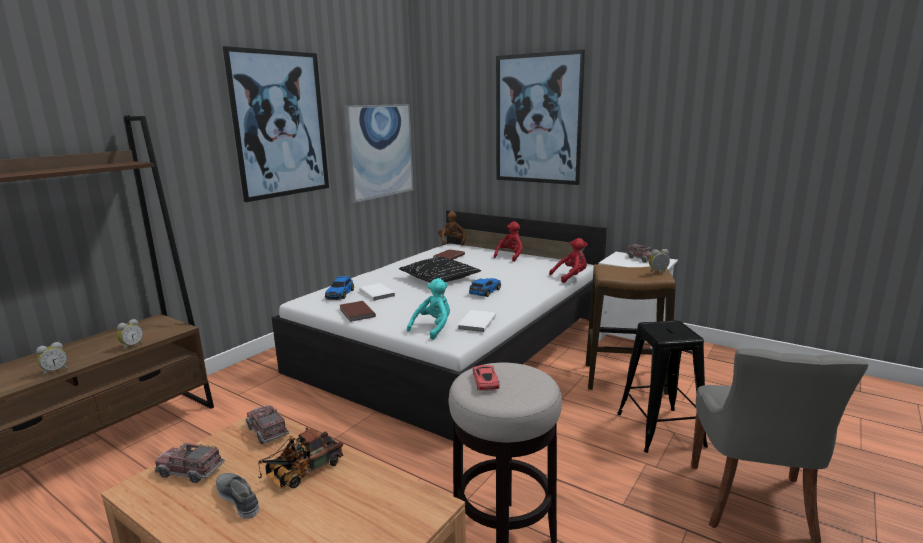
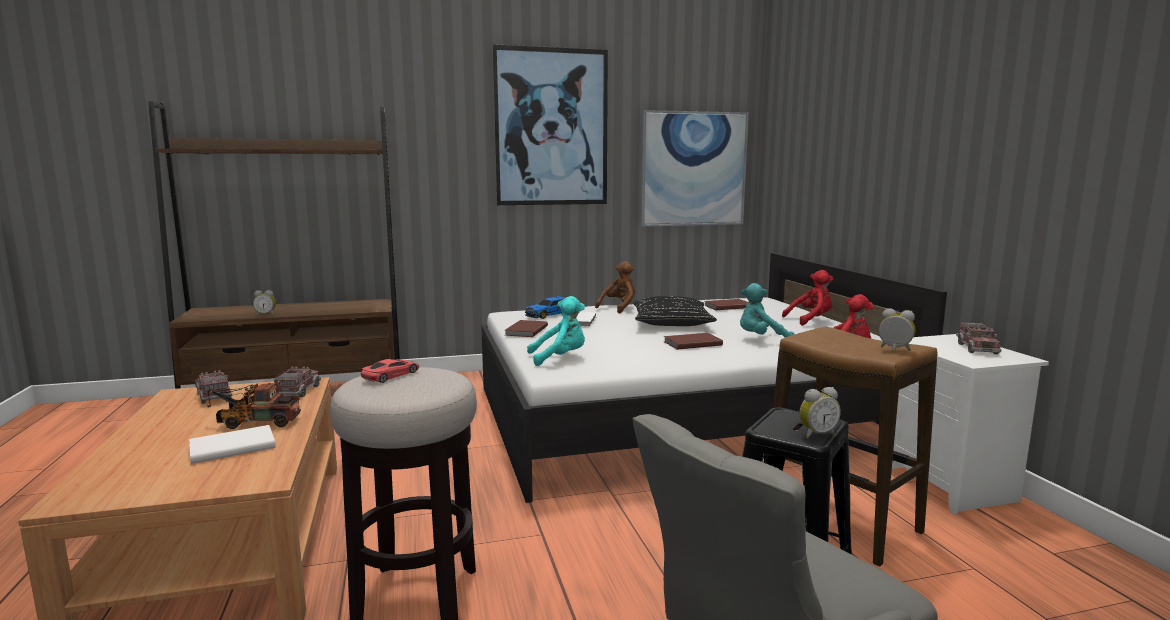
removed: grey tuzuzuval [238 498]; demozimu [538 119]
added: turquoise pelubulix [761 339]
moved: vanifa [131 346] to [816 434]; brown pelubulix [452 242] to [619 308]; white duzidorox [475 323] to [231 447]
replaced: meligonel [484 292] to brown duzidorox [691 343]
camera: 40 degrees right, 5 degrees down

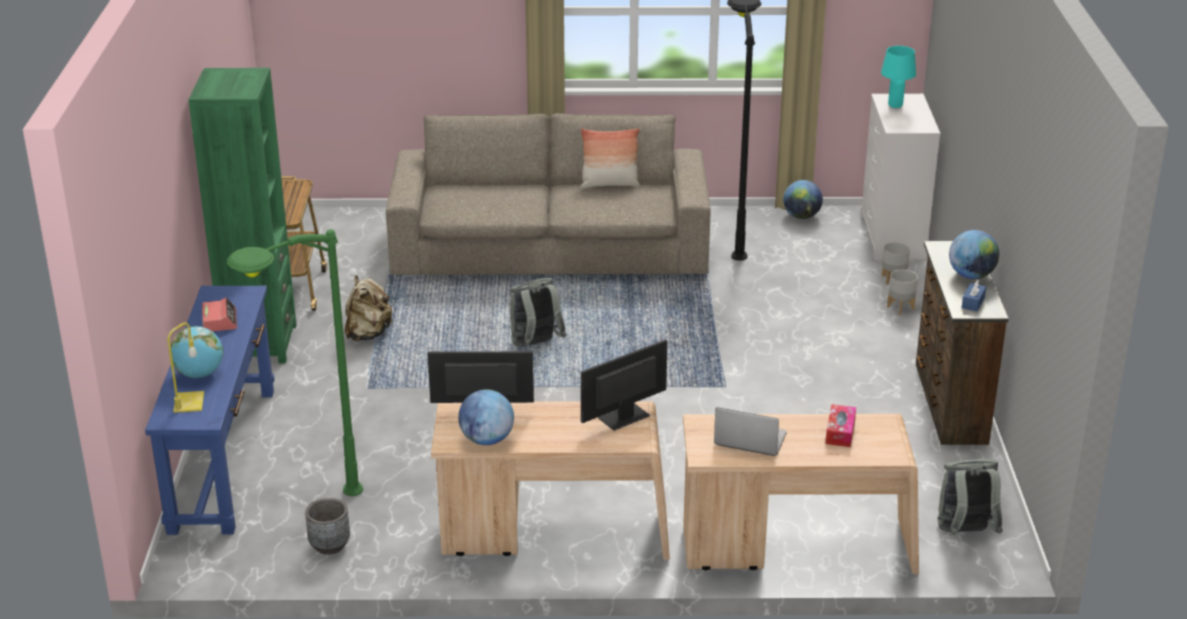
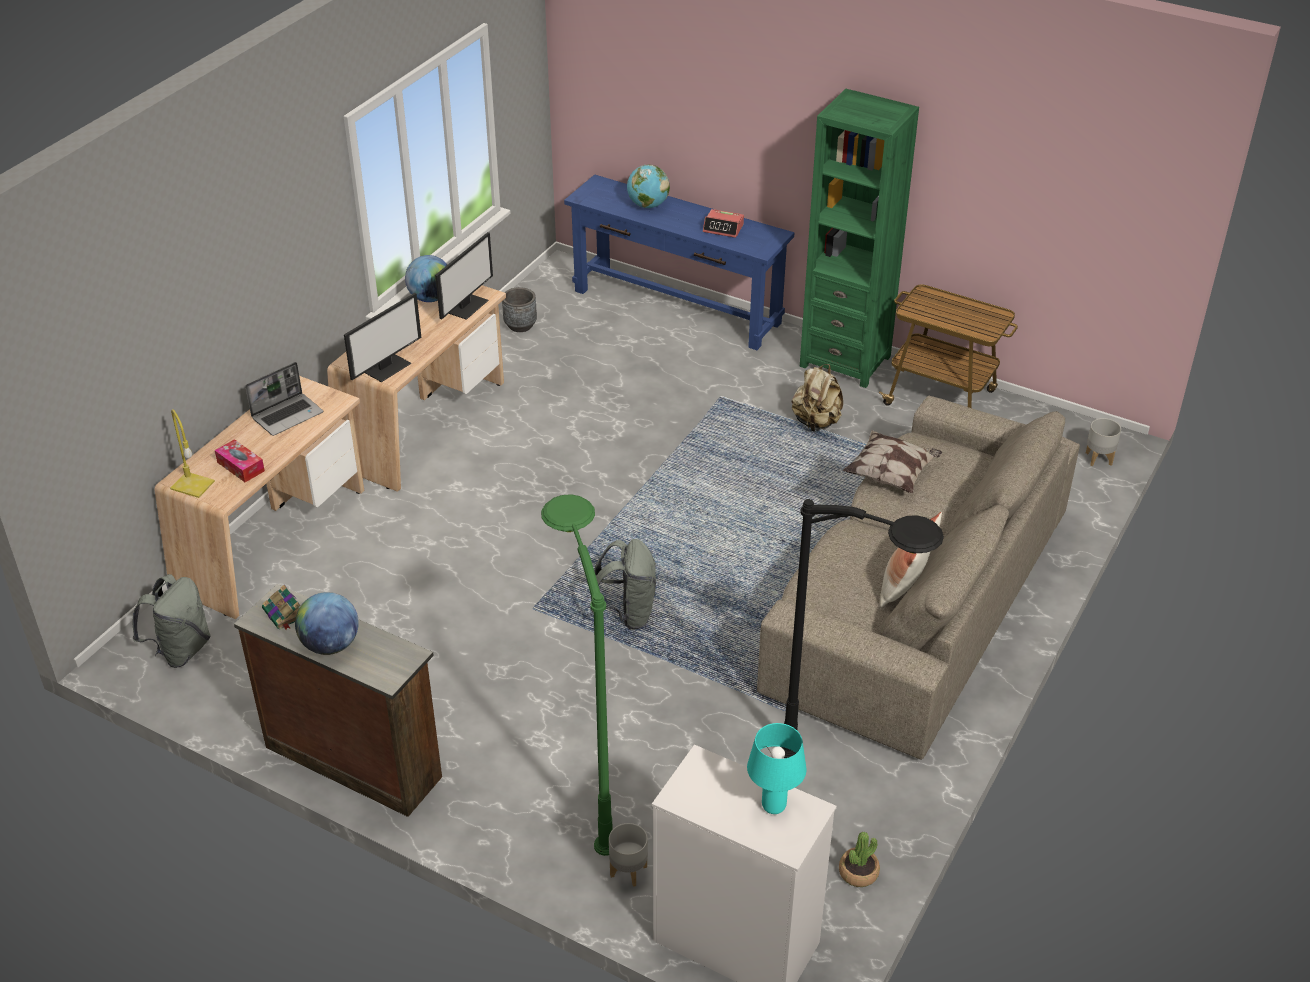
added: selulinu [891 474]
moved: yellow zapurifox [189 403] to [191 485]; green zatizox [302 518] to [587 789]; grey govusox [535 345] to [627 614]; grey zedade [901 308] to [1098 459]
replaced: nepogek [801 216] to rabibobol [858 873]; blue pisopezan [973 303] to duzidorox [284 614]
turned: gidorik [624 417] = [387 367] 45 degrees clockwise
camera: 120 degrees right, 10 degrees up

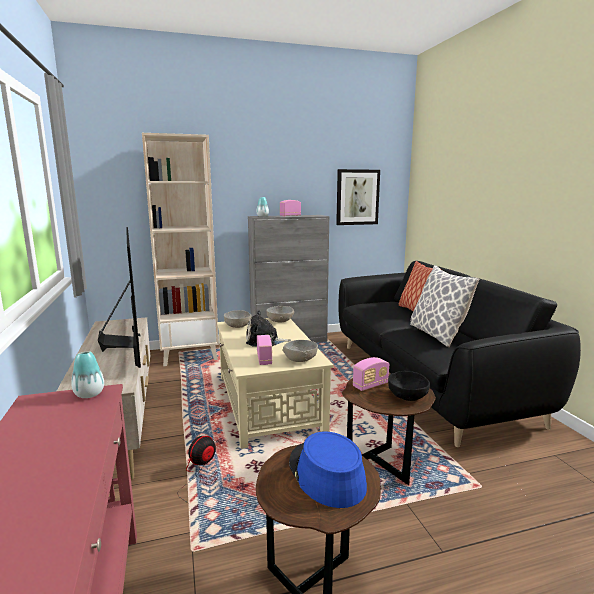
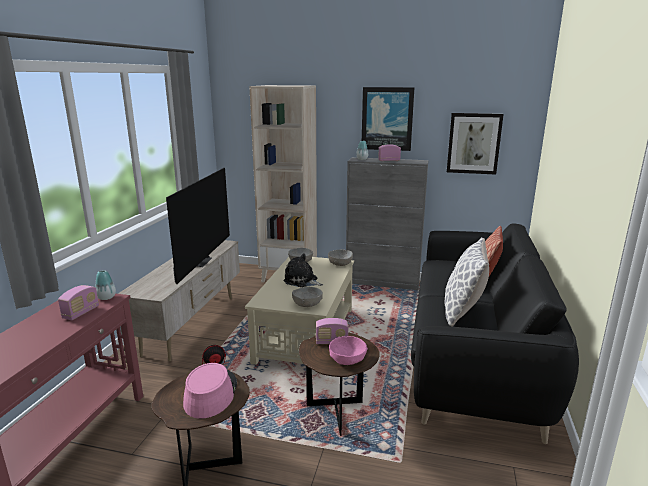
added: demozimu [387 119]
moved: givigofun [264 359] to [81 313]
recoloured: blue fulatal [326 474] to pink fulatal [210 394]; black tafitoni [408 396] to pink tafitoni [347 360]
camera: 30 degrees right, 5 degrees up

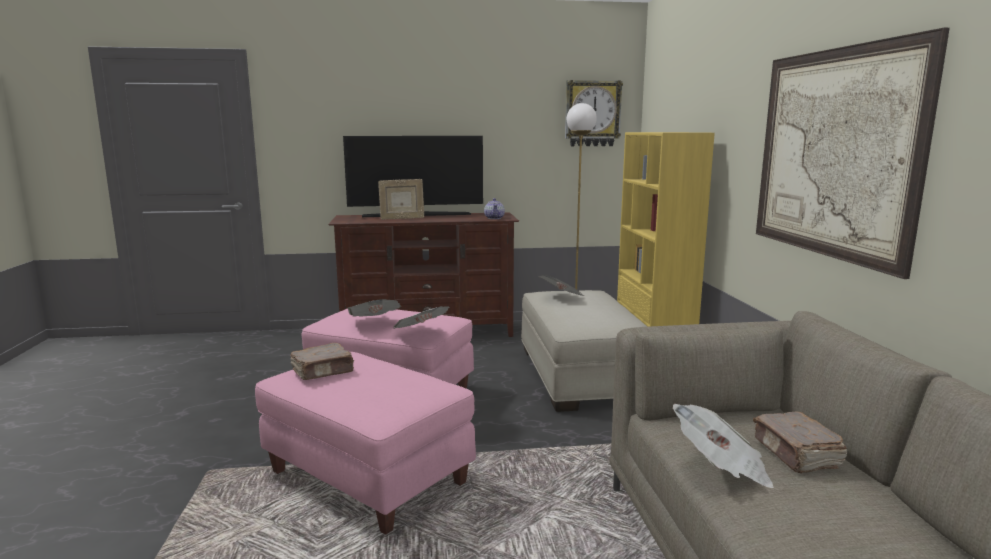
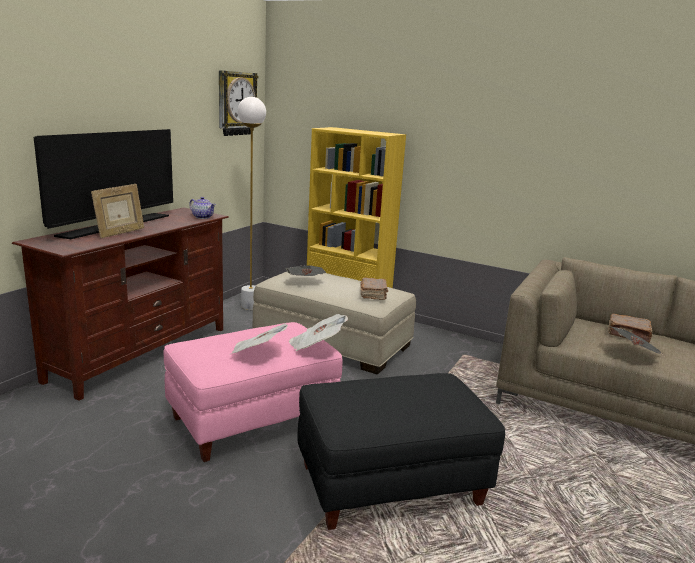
removed: demozimu [833 153]
moved: brown duzidorox [323 372] to [373 295]
recoloured: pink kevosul [369 477] to black kevosul [389 483]
camera: 55 degrees left, 5 degrees up

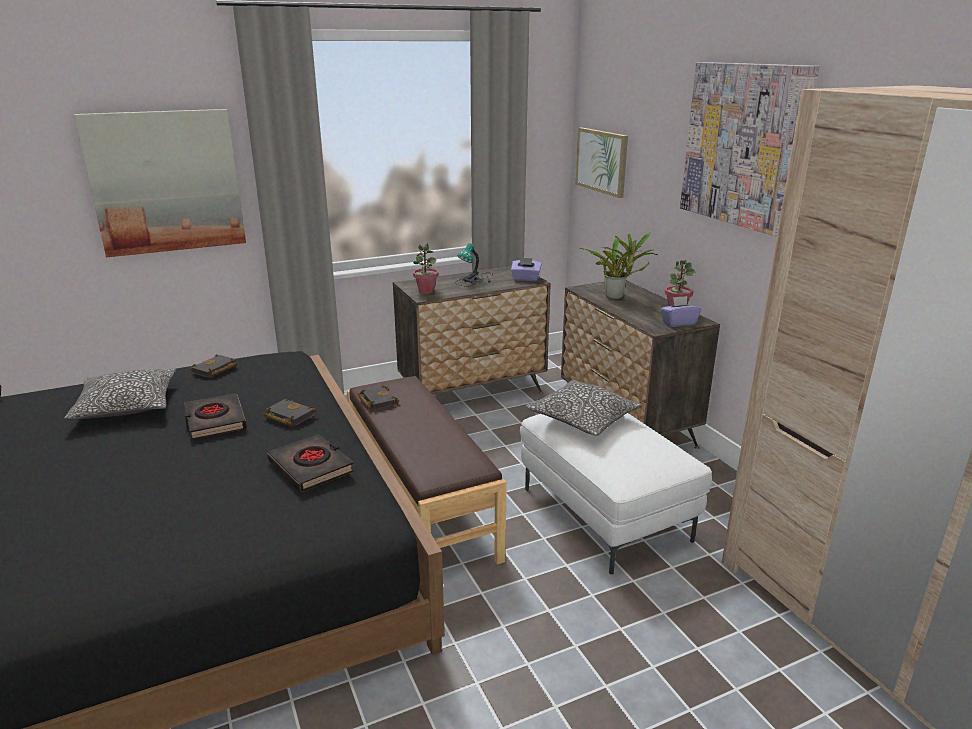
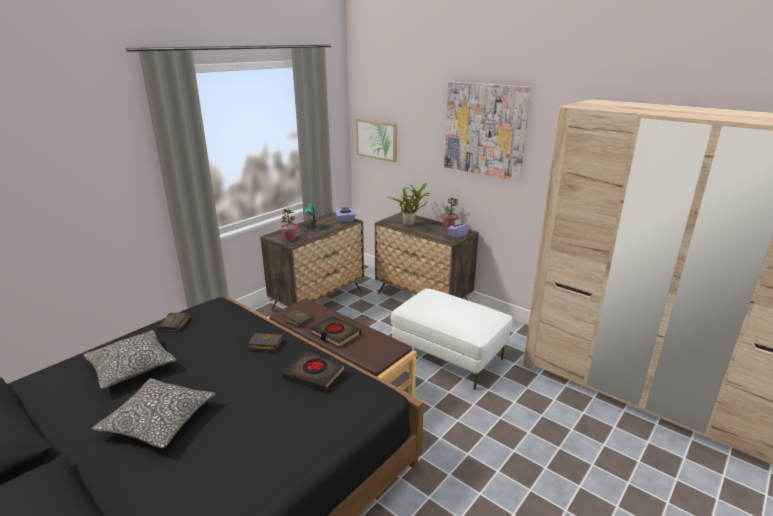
removed: demozimu [166 182]
moved: black duzidorox [215 421] to [335 334]; selulinu [583 418] to [159 421]
camera: 25 degrees left, 0 degrees up

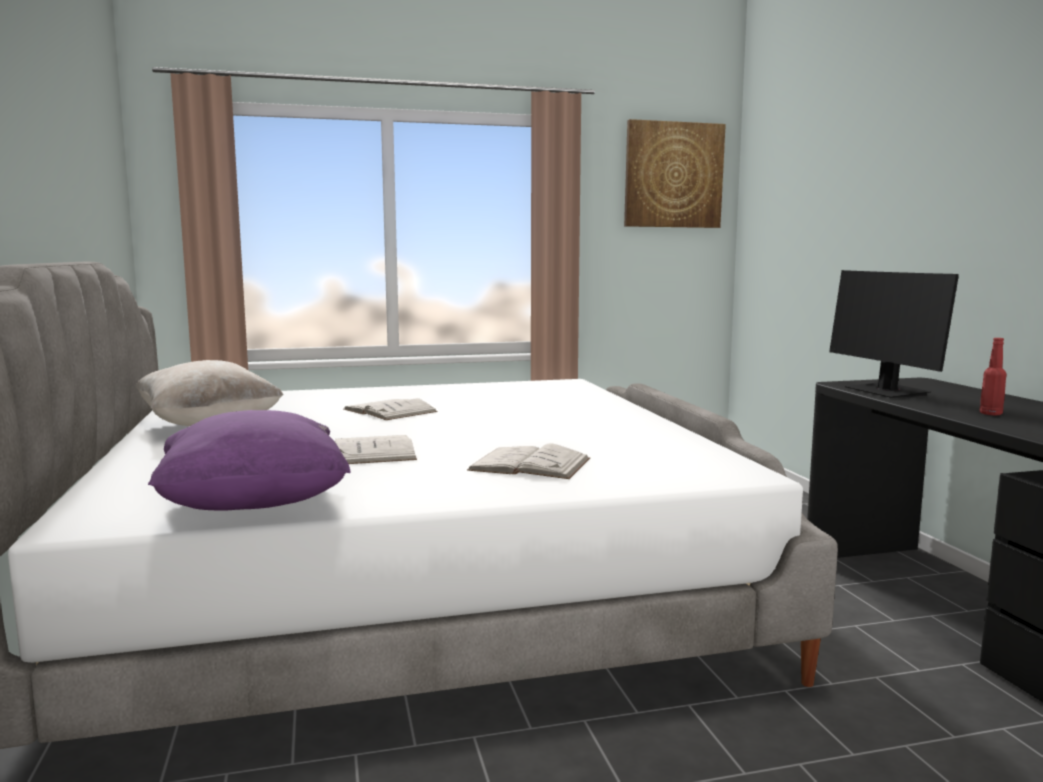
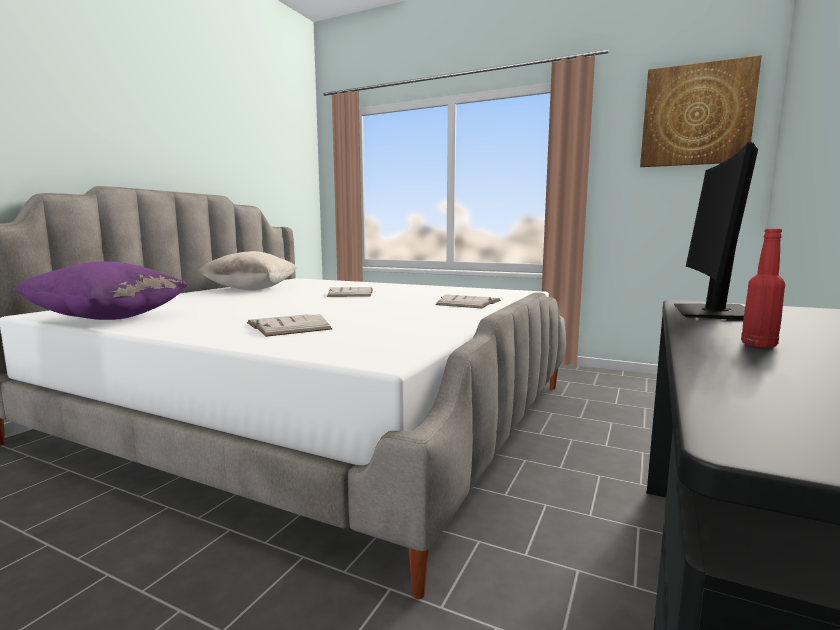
moved: white duzidorox [373 450] to [469 302]
camera: 40 degrees right, 0 degrees up

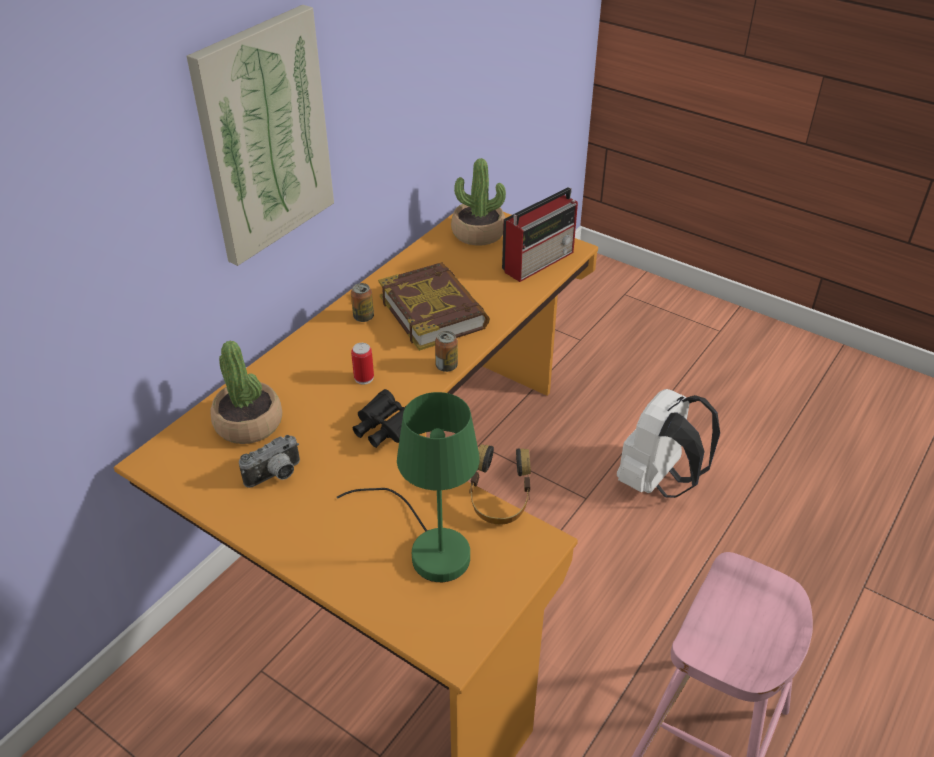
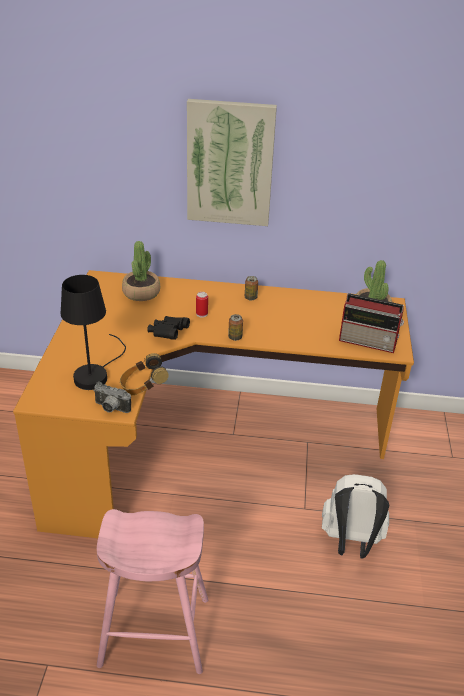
removed: duzidorox [433 312]
moved: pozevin [276 476] to [110 408]
recoloured: green zapurifox [429 546] to black zapurifox [96 373]
camera: 60 degrees right, 5 degrees down

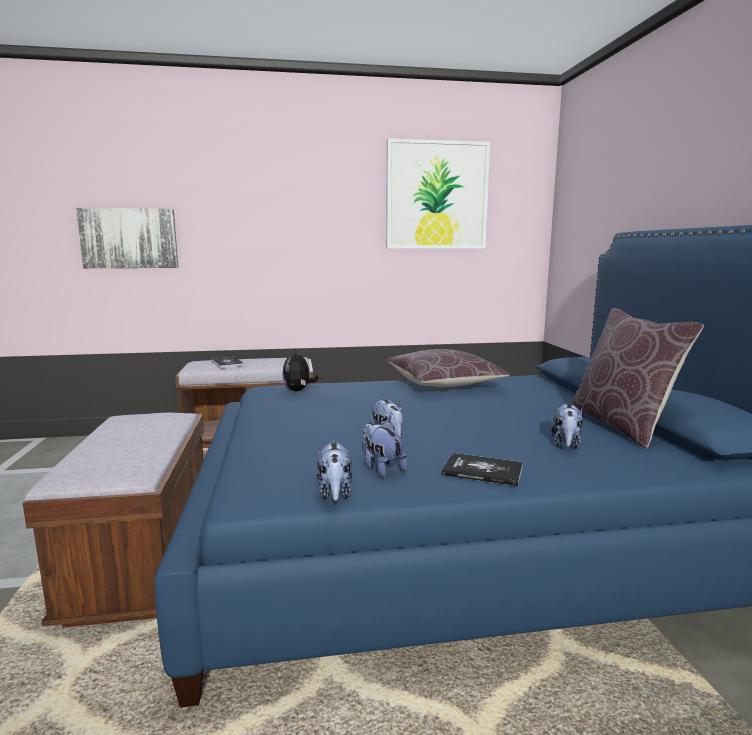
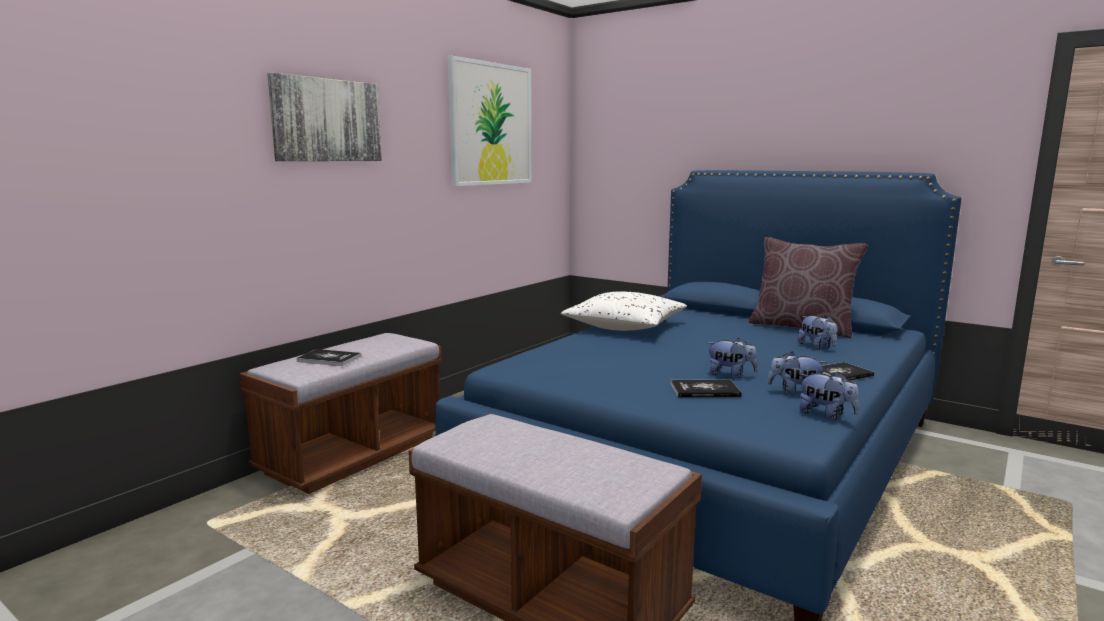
removed: pelubulix [298 390]
added: duzidorox [704 390]
moved: demozimu [129 238] to [326 120]
recoloured: brown selulinu [443 383] to white selulinu [624 326]
camera: 45 degrees left, 0 degrees up

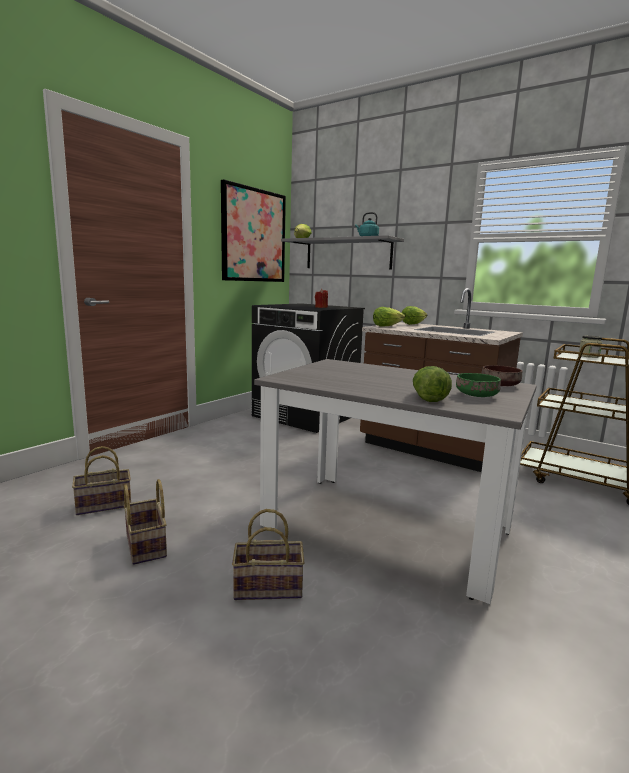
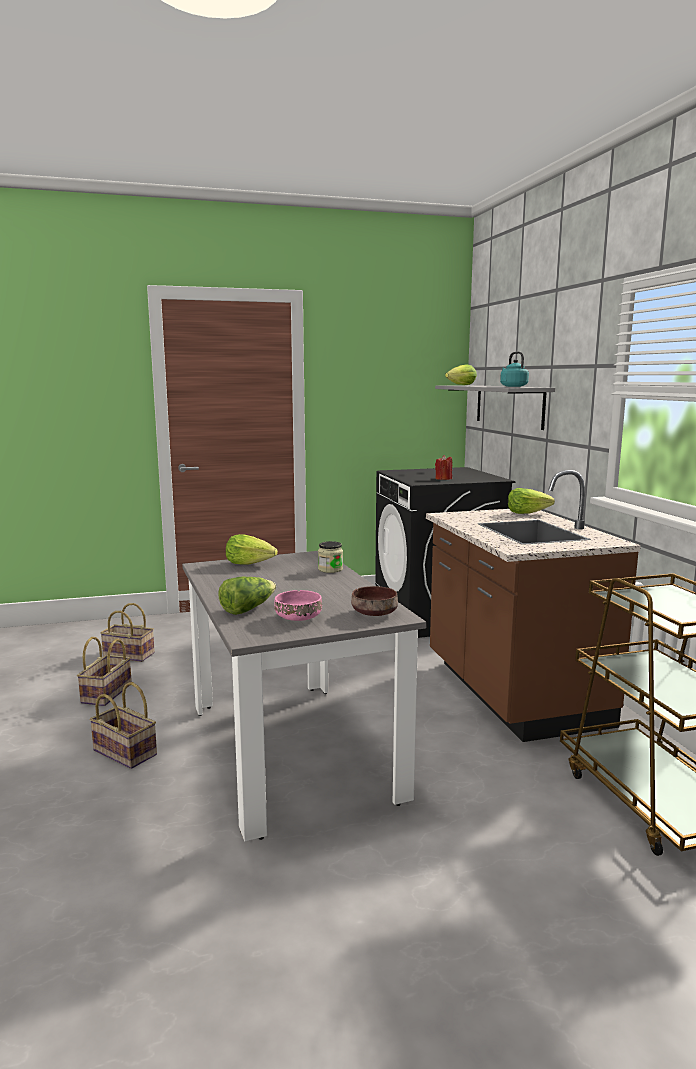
removed: demozimu [253 235]
moved: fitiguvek [386 326] to [250 563]; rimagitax [588 356] to [330 569]
recoloured: green tafitoni [477 396] to pink tafitoni [298 618]
camera: 40 degrees right, 0 degrees up

